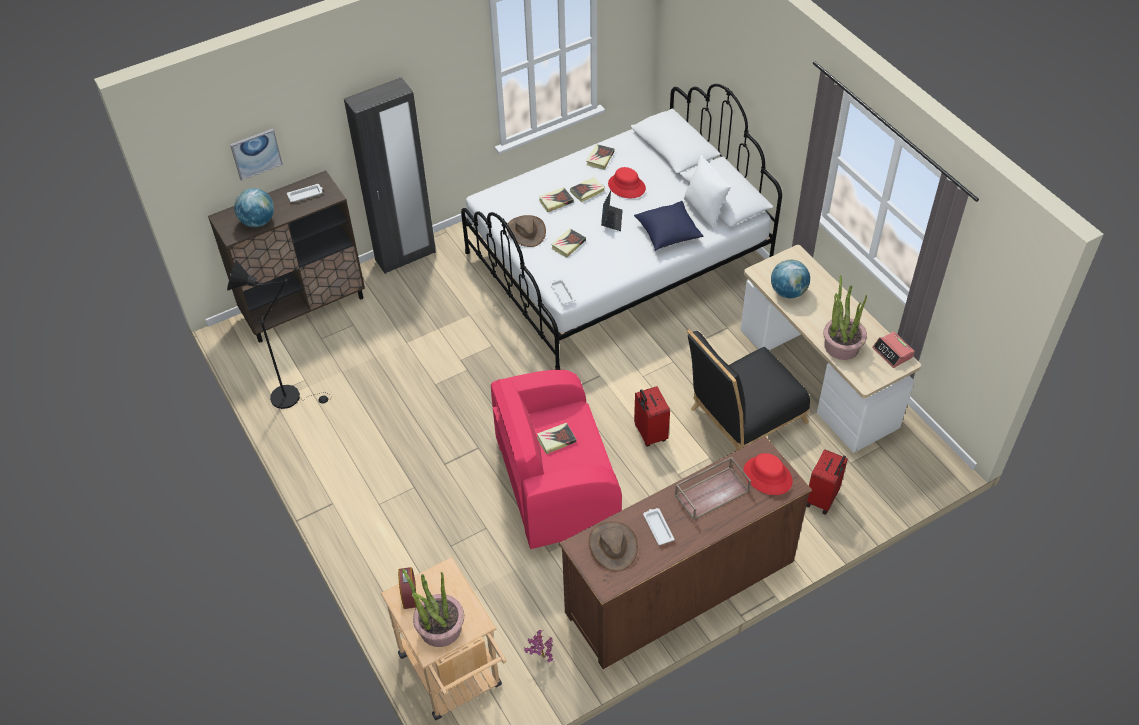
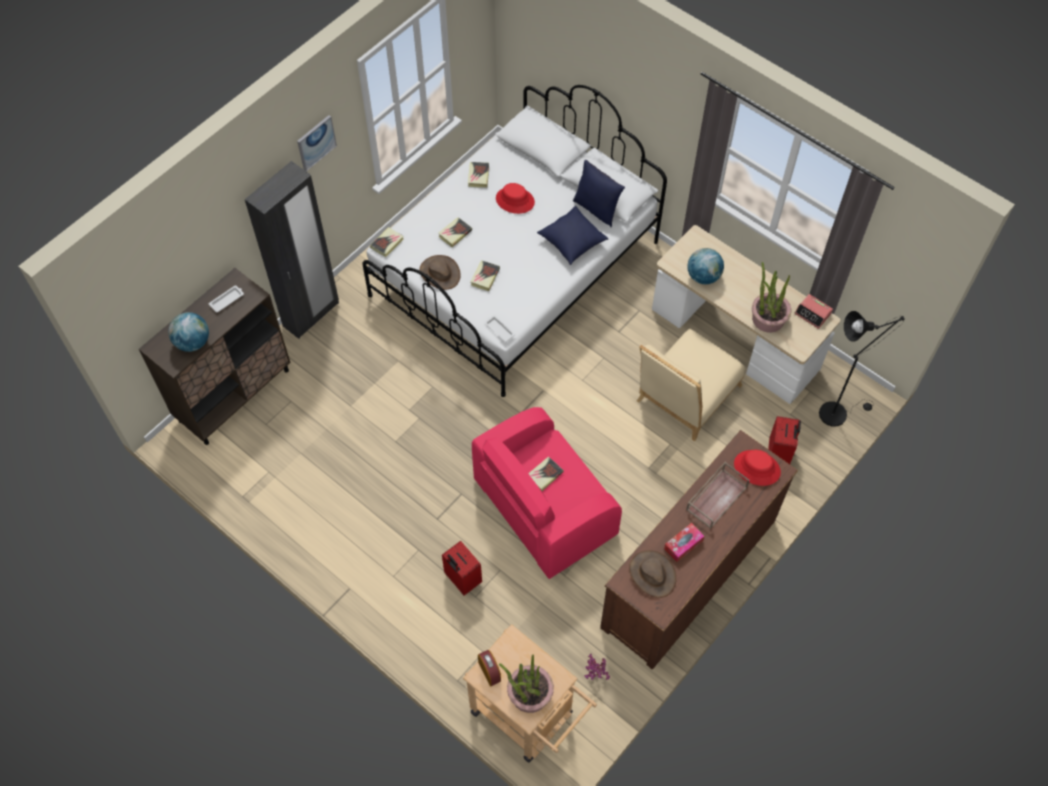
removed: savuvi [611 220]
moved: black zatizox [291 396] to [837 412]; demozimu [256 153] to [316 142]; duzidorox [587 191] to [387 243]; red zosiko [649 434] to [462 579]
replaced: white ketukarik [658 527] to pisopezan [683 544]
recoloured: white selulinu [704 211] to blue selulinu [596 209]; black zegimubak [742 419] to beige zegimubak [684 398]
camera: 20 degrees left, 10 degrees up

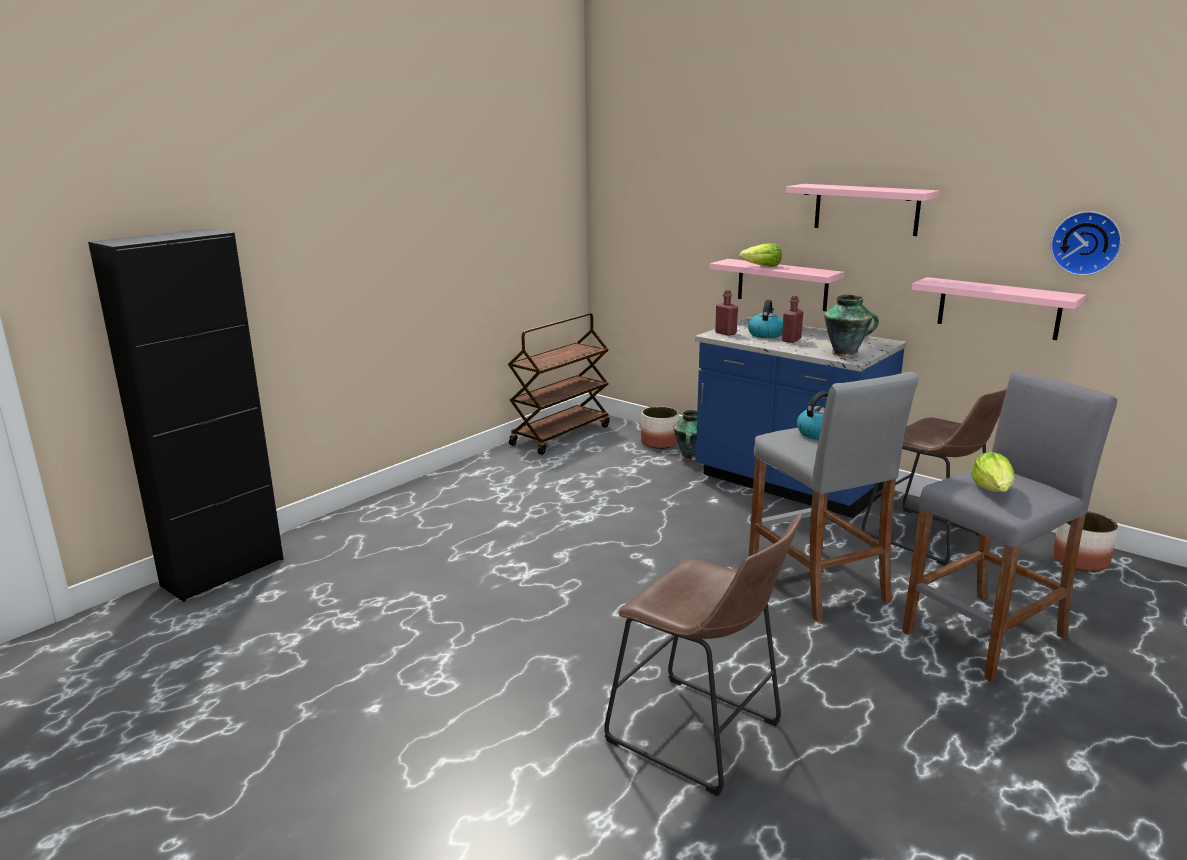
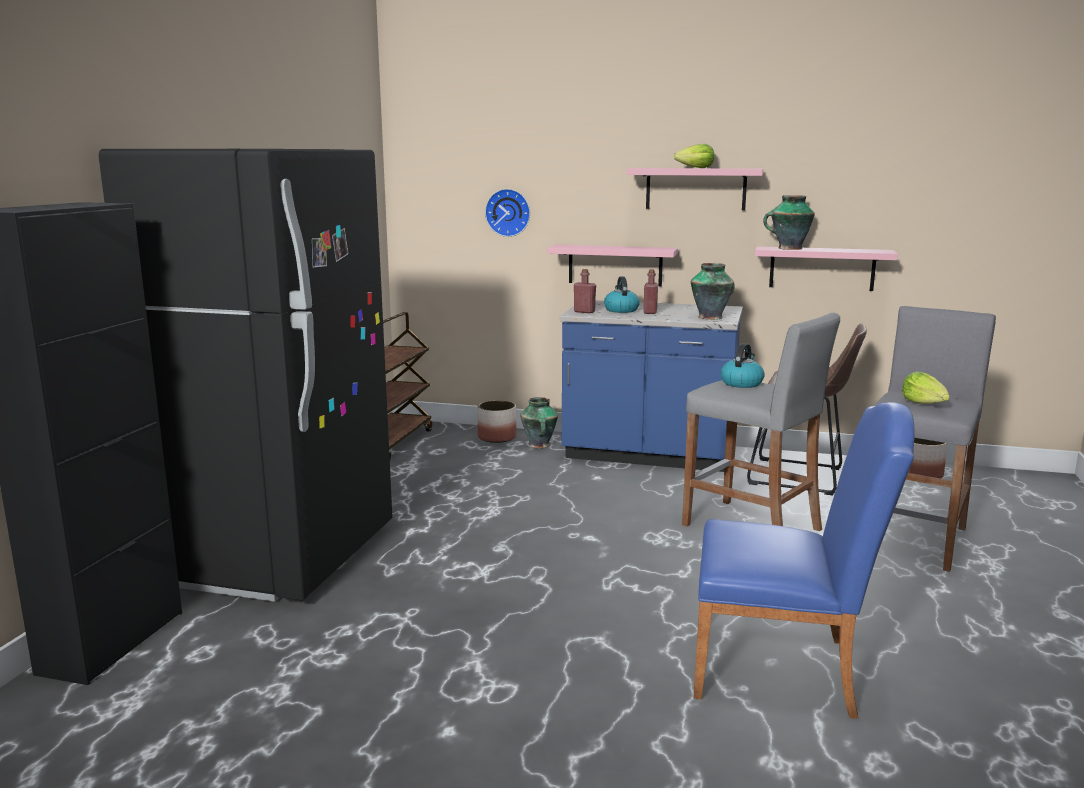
added: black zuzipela [283 556]; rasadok [788 248]
moved: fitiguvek [762 266] to [695 168]; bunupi [1086 243] to [508 212]
replaced: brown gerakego [701 737] to blue zegimubak [786 669]
camera: 25 degrees left, 5 degrees down

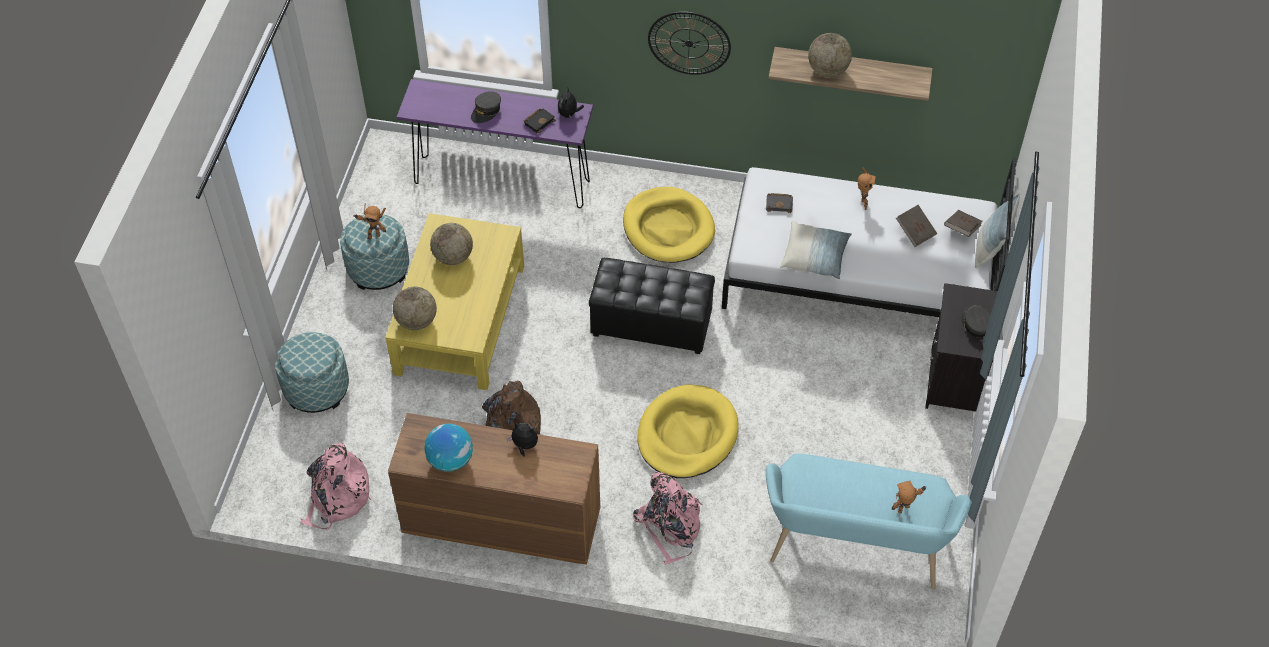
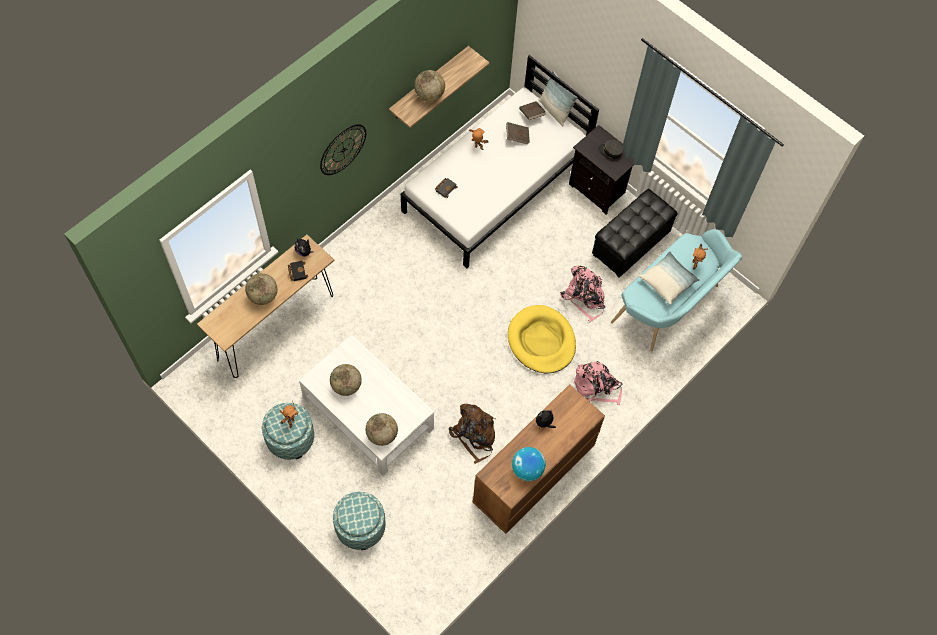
removed: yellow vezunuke [668 228]
moved: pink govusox [337 498] to [584 297]; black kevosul [651 324] to [630 244]; selulinu [814 257] to [667 281]
replaced: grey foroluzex [486 111] to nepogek [263 296]
recoloured: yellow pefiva [460 318] to white pefiva [367 413]; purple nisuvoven [502 182] to brown nisuvoven [276 327]
camera: 60 degrees left, 10 degrees up

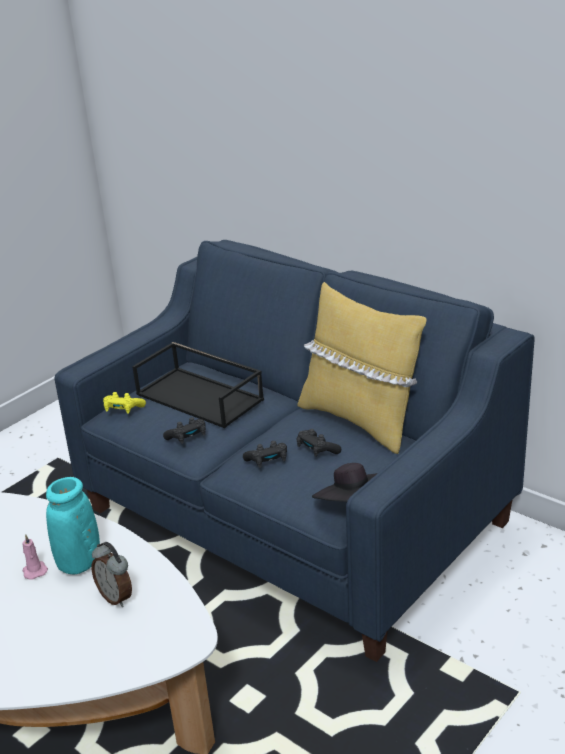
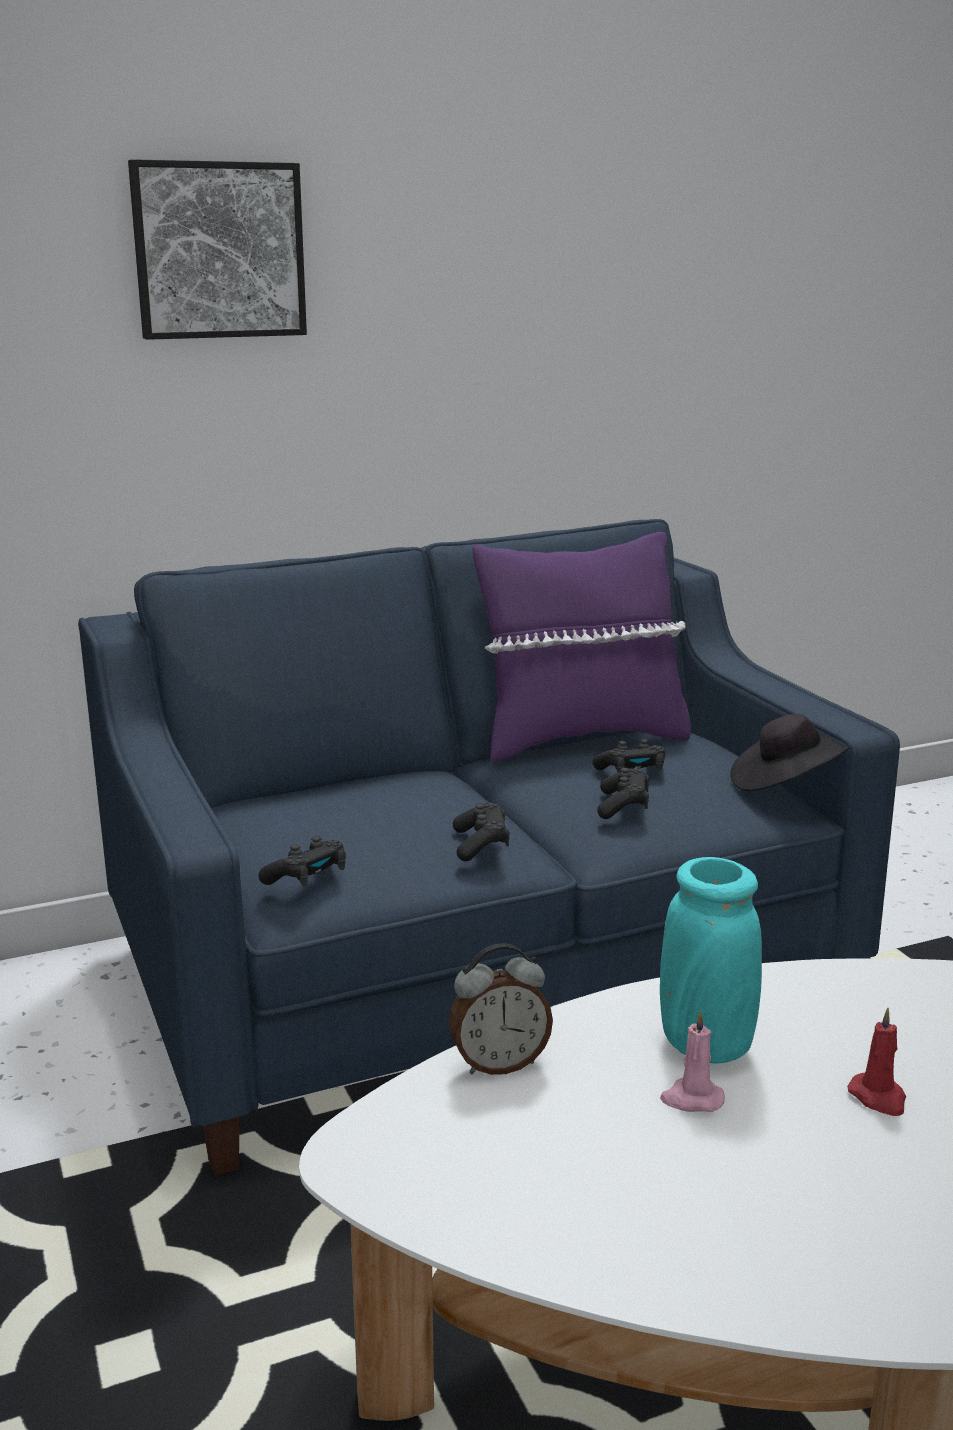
removed: black ketukarik [201 397]
added: demozimu [218 250]; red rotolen [878 1098]
moved: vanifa [116 597] to [499 1064]
recoloured: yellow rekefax [123 409] to black rekefax [307 878]; yellow selulinu [360 420] to purple selulinu [580 739]
camera: 65 degrees left, 10 degrees down

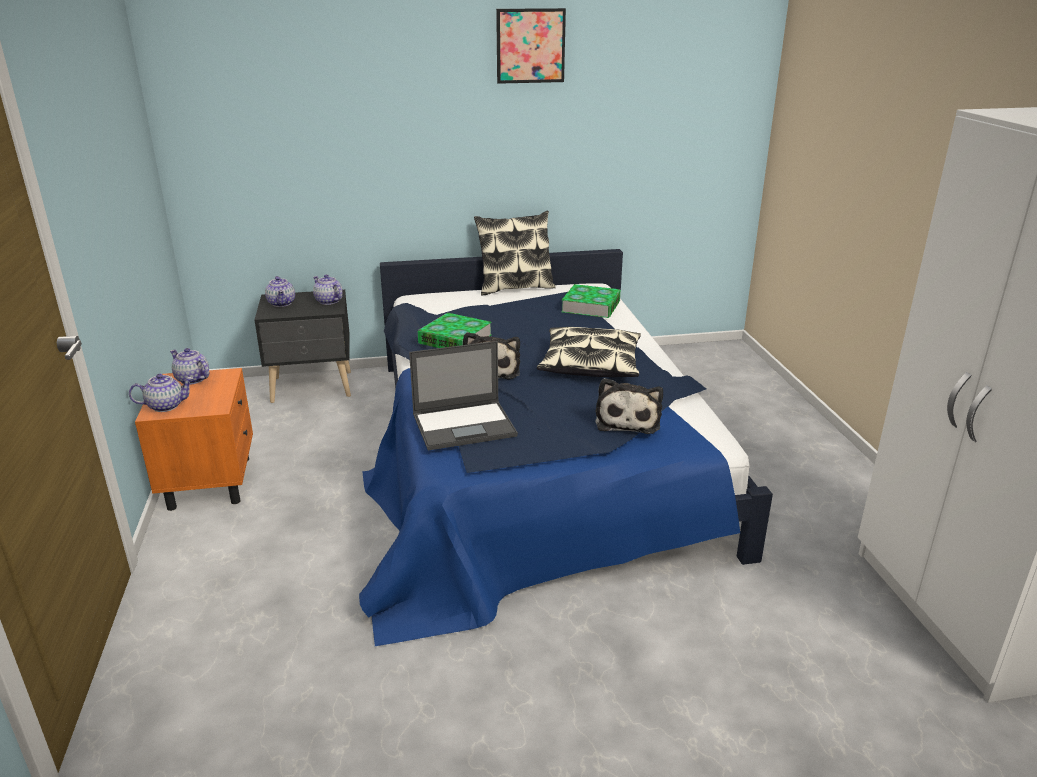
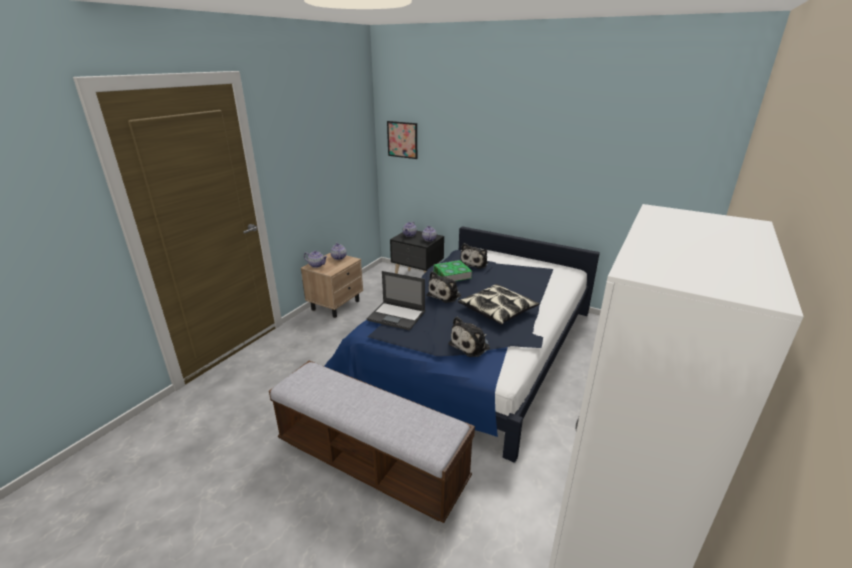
removed: selulinu [515 287]; duzidorox [591 306]
added: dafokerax [370 461]; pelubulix [475 263]
moved: demozimu [530 46] to [402 139]
recoloured: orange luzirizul [210 481] to beige luzirizul [336 305]
camera: 40 degrees right, 0 degrees up

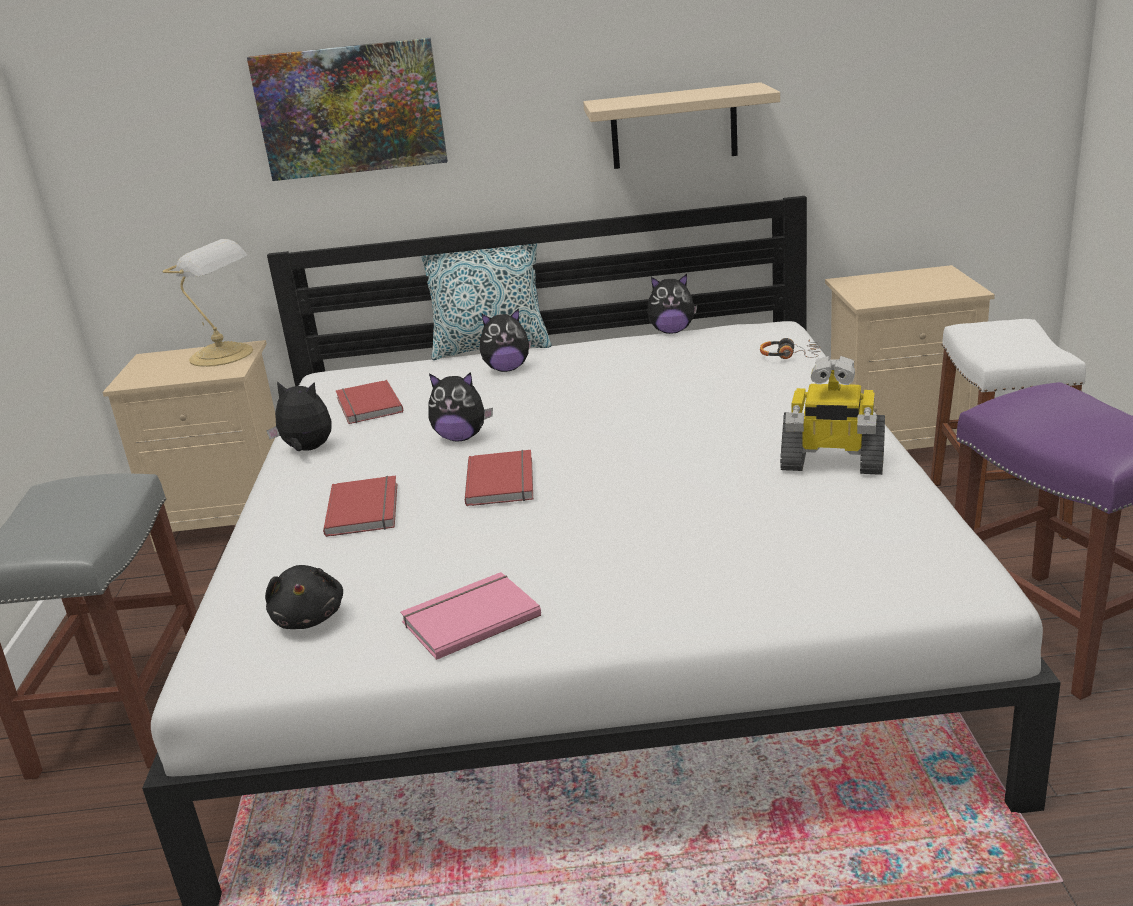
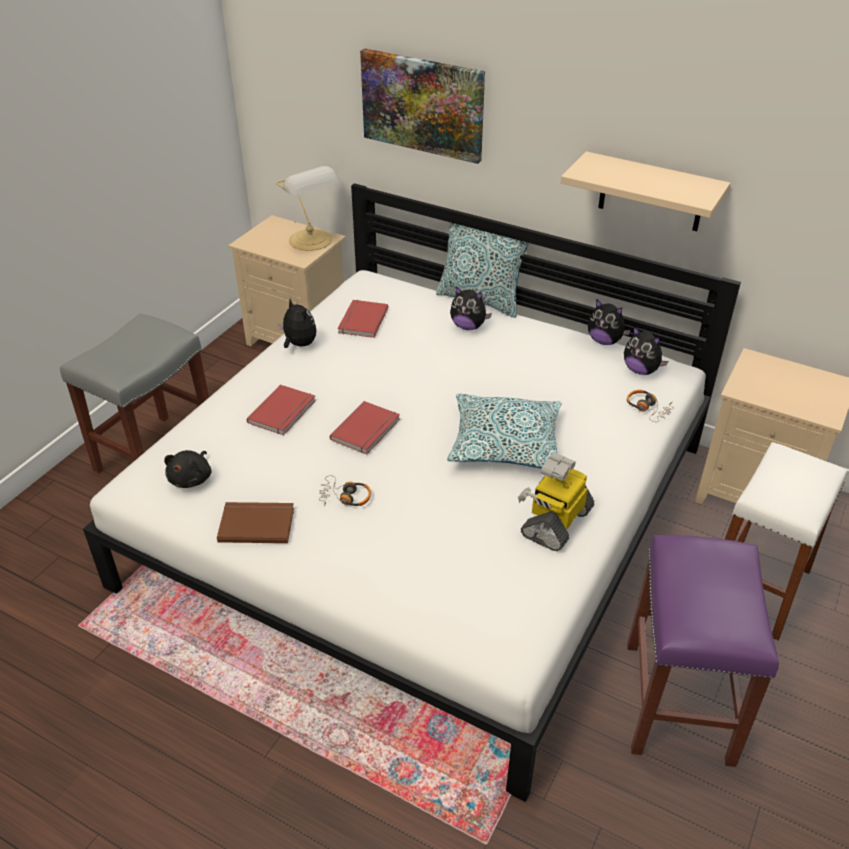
added: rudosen [345 497]; selulinu [505 443]
moved: pelubulix [461 437] to [641 370]
recoloured: pink duzidorox [468 618] to brown duzidorox [256 523]
turned: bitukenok [831 463] = [555 522] 75 degrees clockwise
camera: 30 degrees right, 15 degrees up

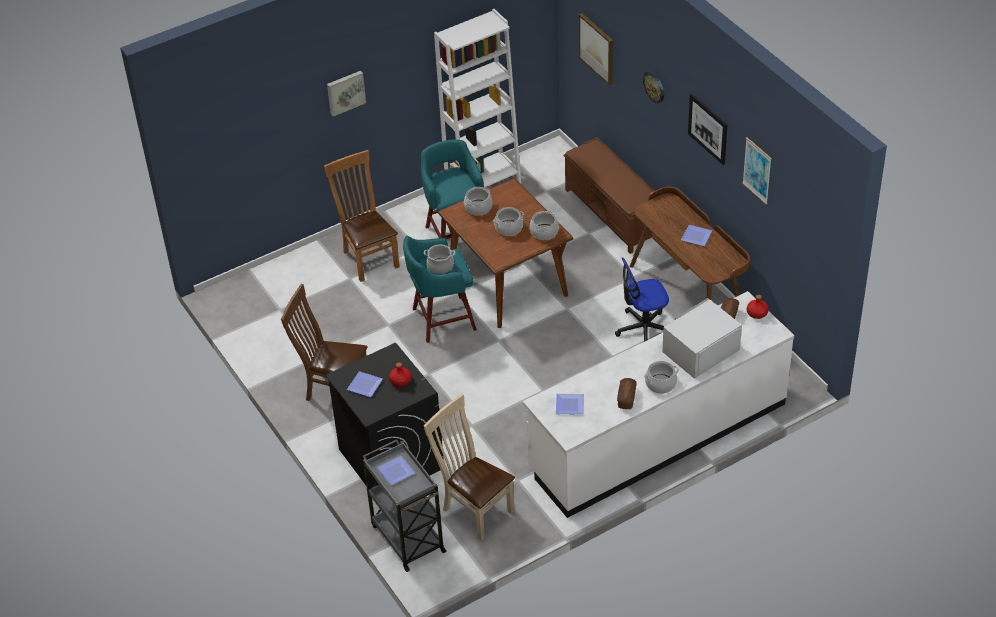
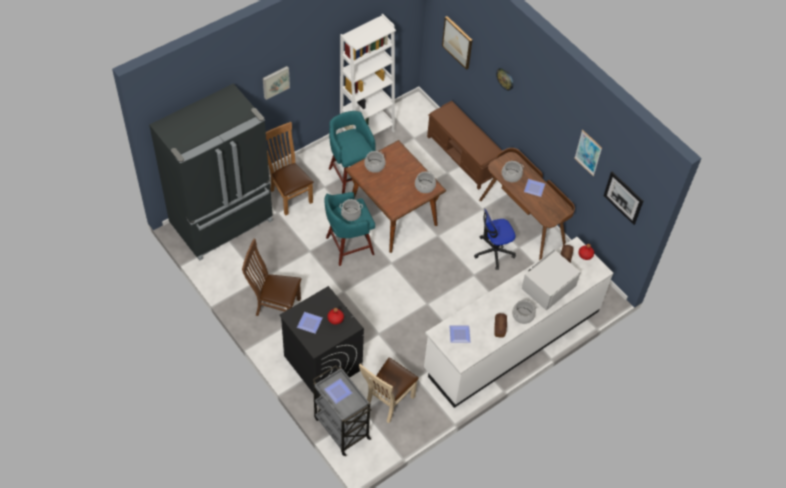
added: black zuzipela [223 223]
moved: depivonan [509 228] to [511 175]; demozimu [708 128] to [623 197]
turned: beige zegimubak [474 509] = [387 402] 90 degrees counterclockwise
camera: 10 degrees left, 10 degrees up

